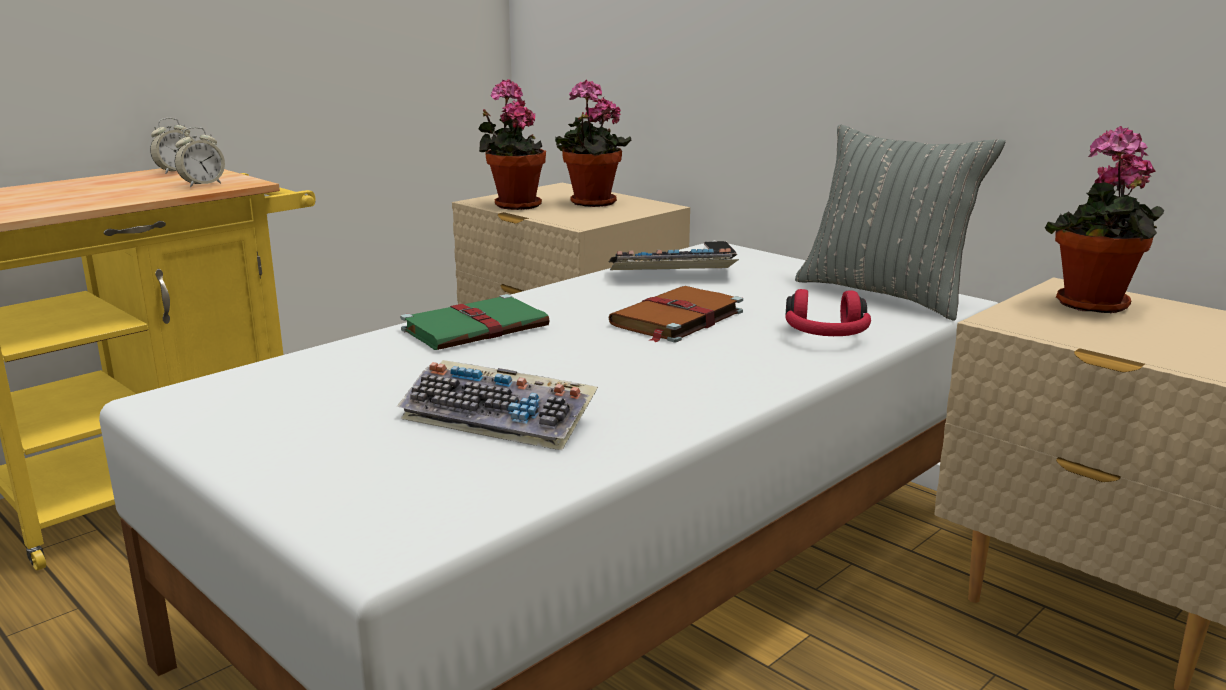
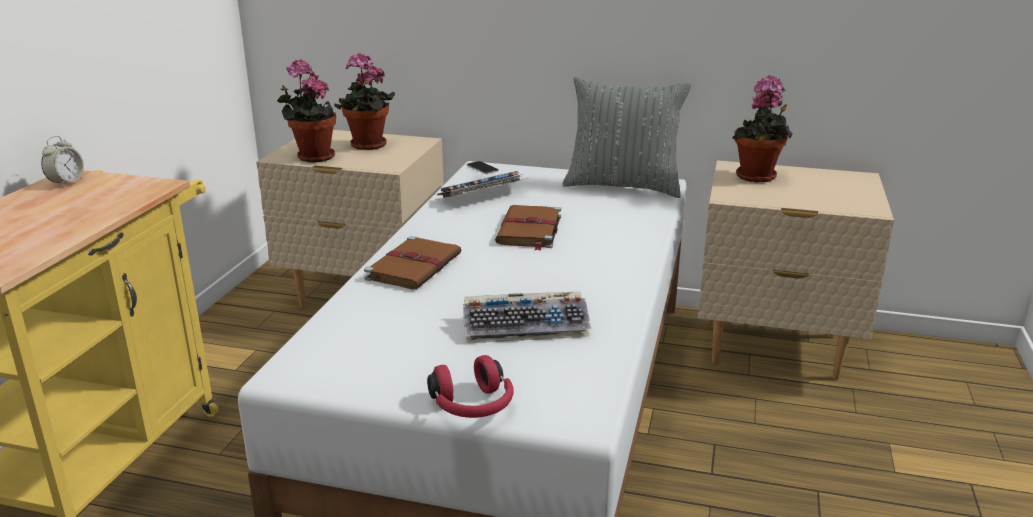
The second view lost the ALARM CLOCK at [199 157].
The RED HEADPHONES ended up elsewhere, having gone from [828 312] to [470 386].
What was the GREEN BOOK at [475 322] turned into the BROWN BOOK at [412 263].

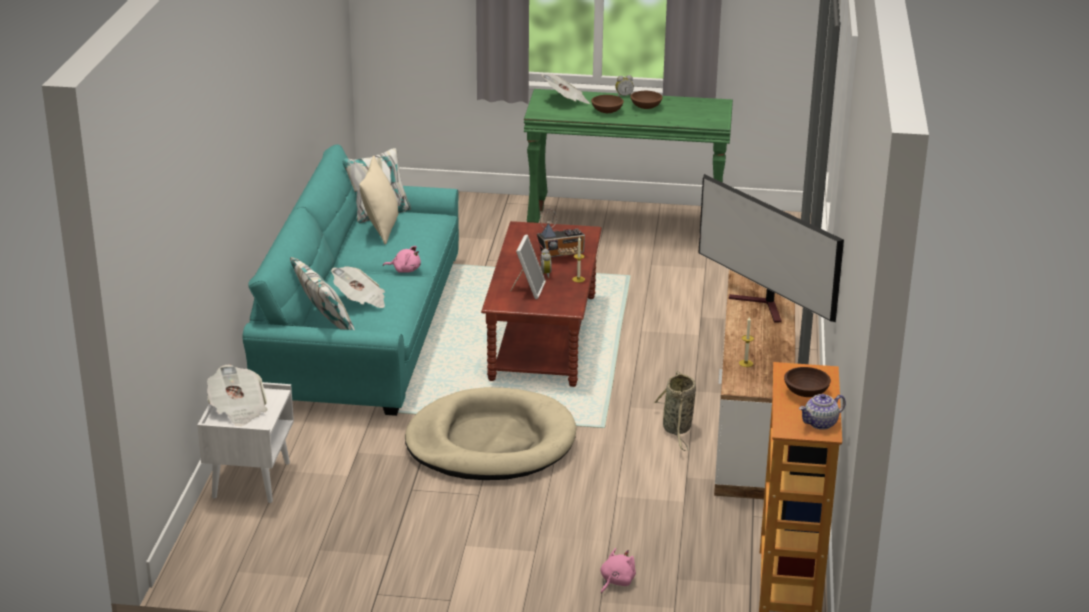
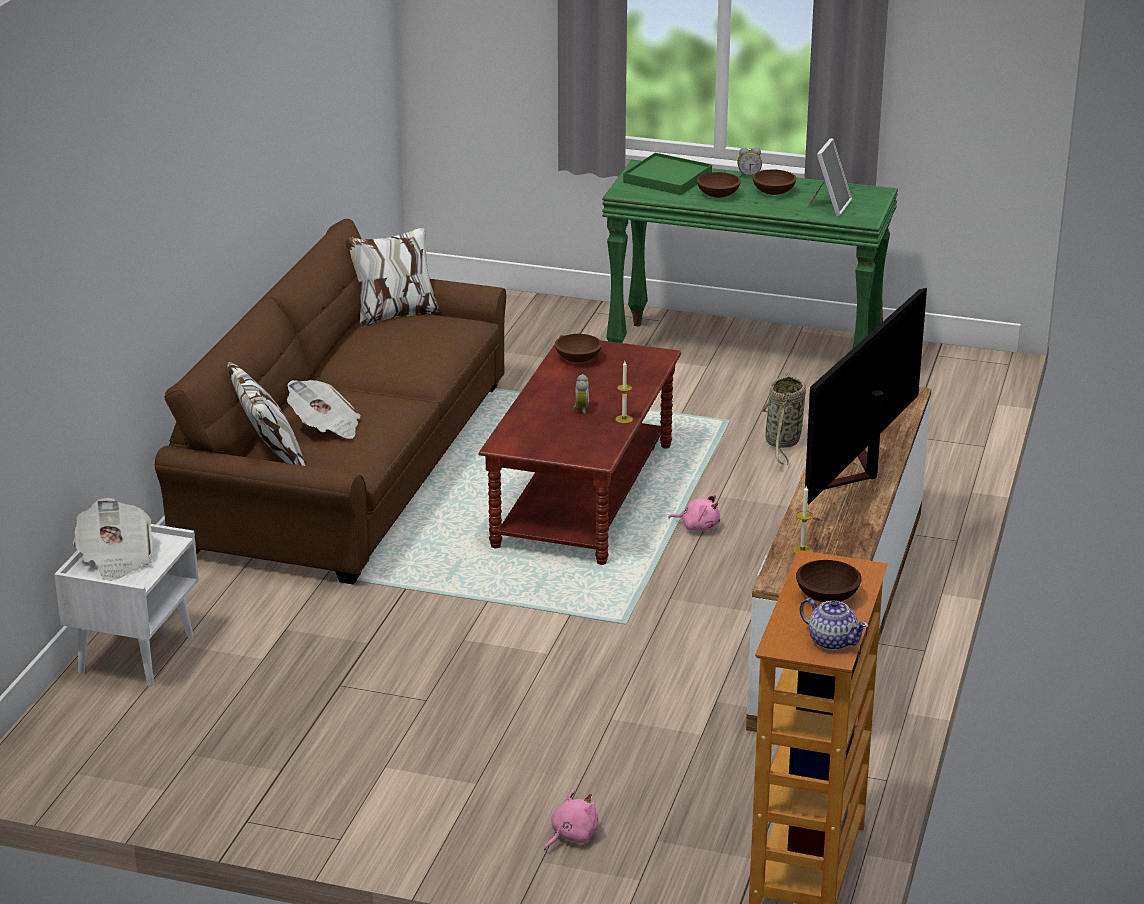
Where the NEWSPAPER stood at [565 89], the GREEN TRAY came to stand at [667 174].
What was the TURQUOISE SOFA at [351 280] turned into the BROWN SOFA at [330 402].
The second view lost the BEIGE PILLOW at [378 200].
The TELEVISION at [771 248] ended up facing another way, 60 degrees clockwise from before.
The second view lost the RADIO at [561 233].
The PICTURE FRAME ended up elsewhere, having gone from [528 266] to [829 177].
The PINK PLUSH TOY ended up elsewhere, having gone from [402 259] to [694 513].
The BASKET ended up elsewhere, having gone from [675 411] to [783 419].
The second view lost the BEIGE DOG BED at [491 433].
The TEAPOT at [822 412] ended up facing another way, 120 degrees counterclockwise from before.
The second view gained the BROWN BOWL at [578 348].

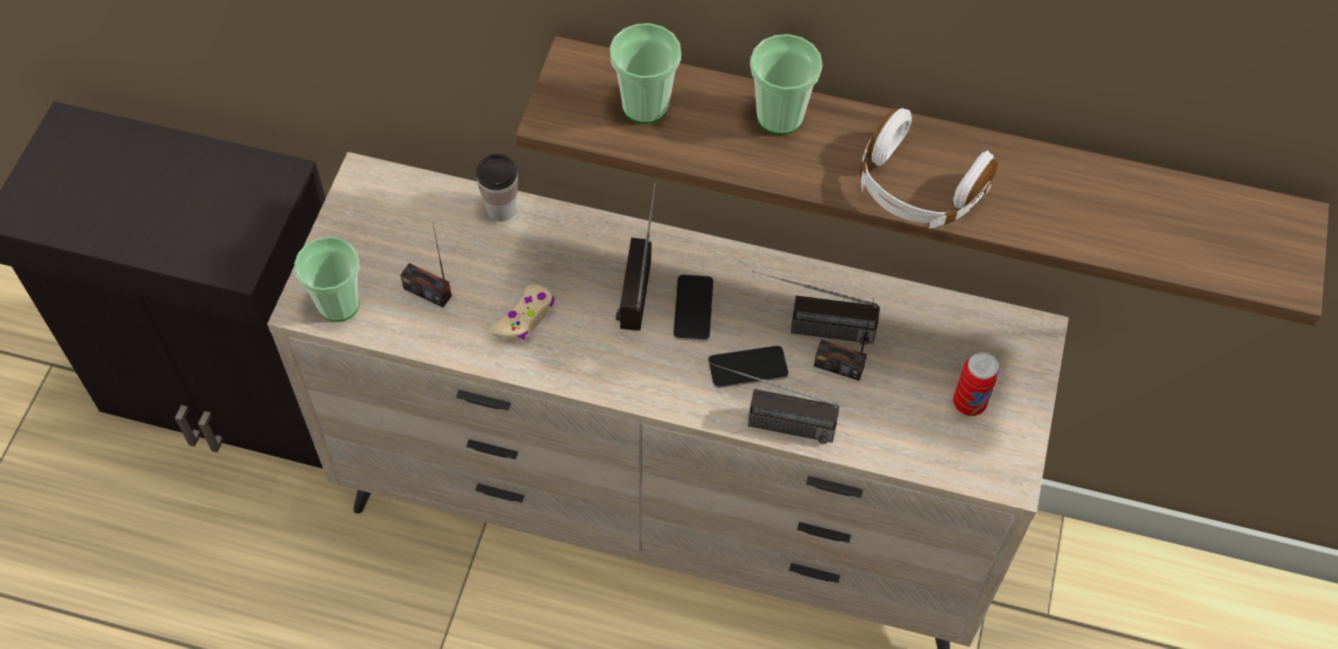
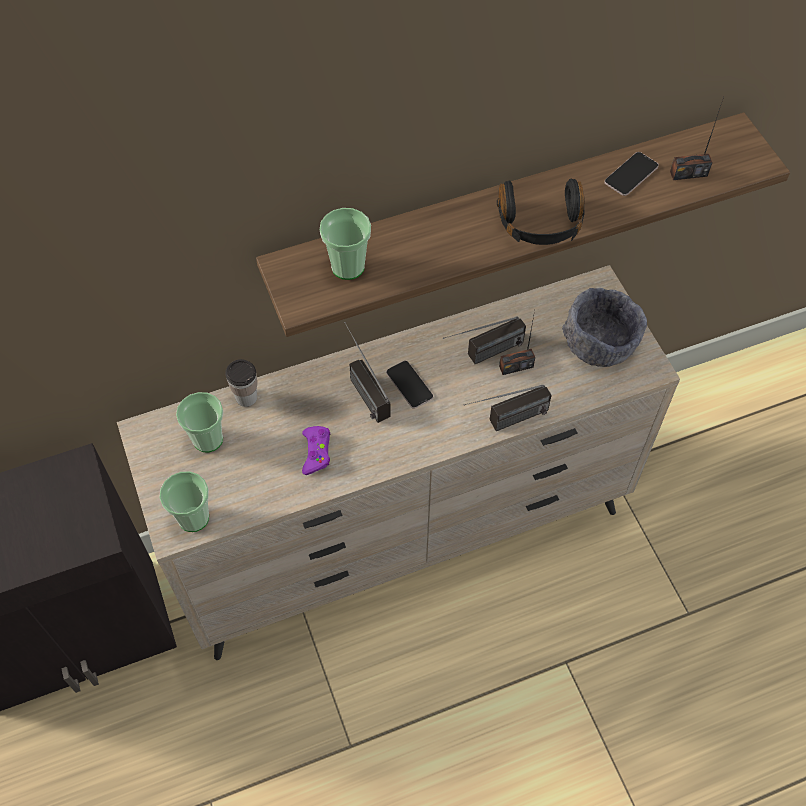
The CUP ended up elsewhere, having gone from [786 84] to [199 422].
What was the WHITE HEADPHONES at [929 168] turned into the BLACK HEADPHONES at [541 211].
The RADIO ended up elsewhere, having gone from [426 266] to [697 138].
What was the BEIGE GAME CONTROLLER at [522 311] turned into the PURPLE GAME CONTROLLER at [316 450].
The PHONE ended up elsewhere, having gone from [748 366] to [631 174].
Where the CAN stood at [976 384], the GREY BOWL came to stand at [604 327].

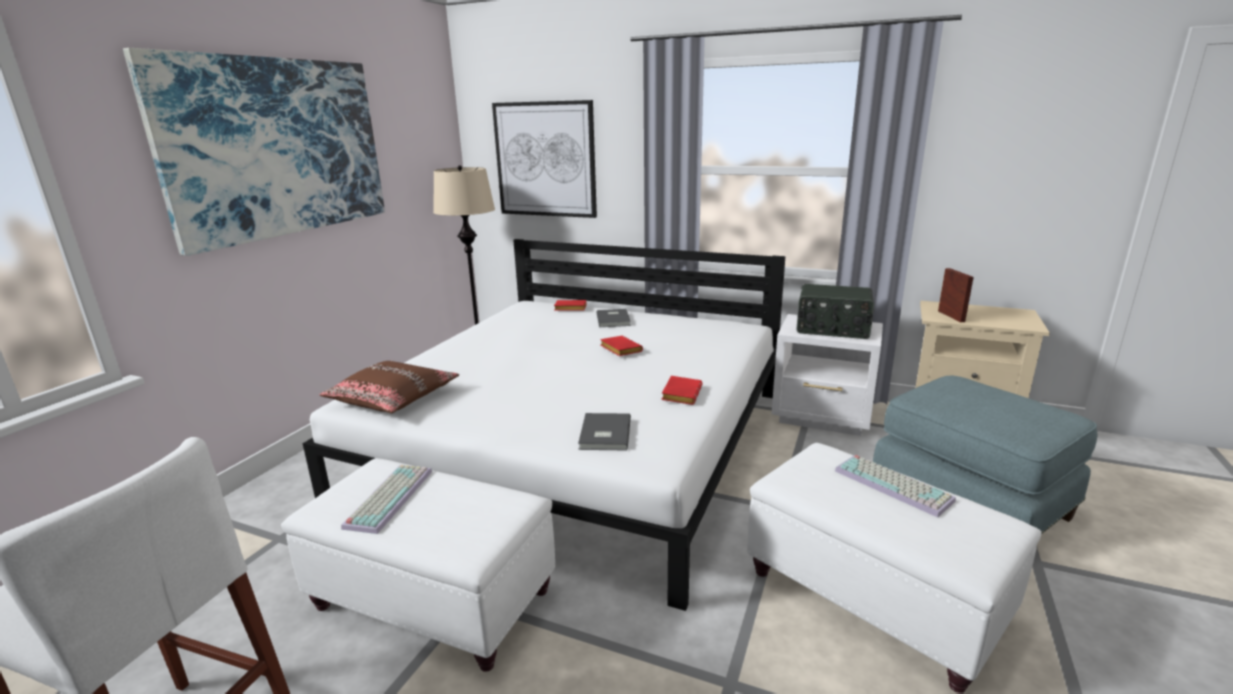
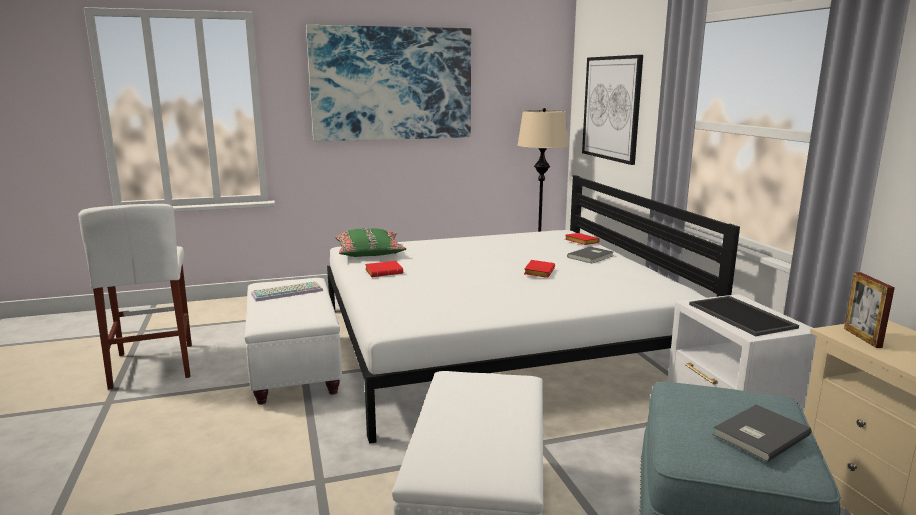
The PICTURE FRAME at [956 295] ended up facing another way, 135 degrees clockwise from before.
Where the RADIO stood at [835 311], the TRAY came to stand at [744 316].
What was the BROWN PILLOW at [389 387] turned into the GREEN PILLOW at [370 242].
The RED BOOK ended up elsewhere, having gone from [681 390] to [384 269].
The GREY BOOK ended up elsewhere, having gone from [604 432] to [762 433].
The second view lost the KEYBOARD at [895 486].

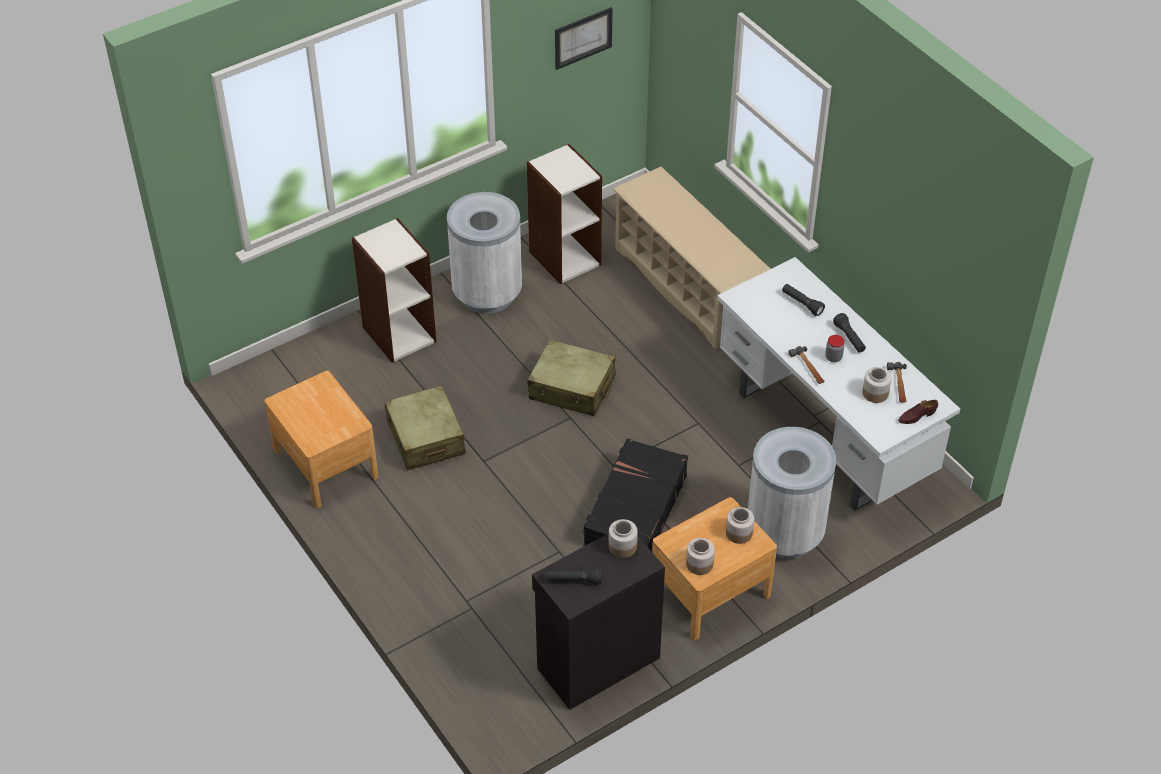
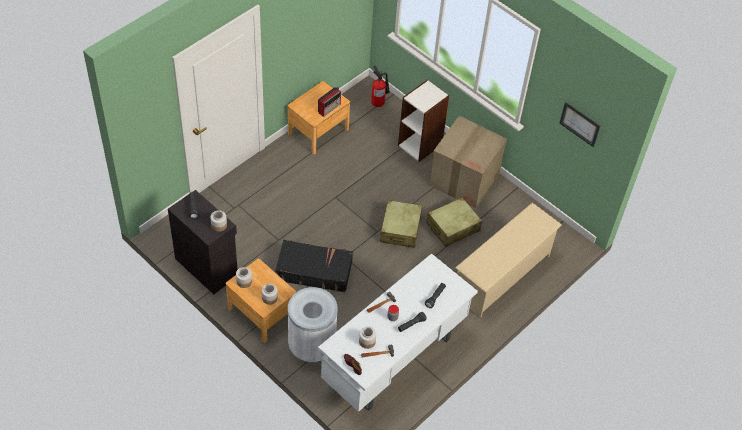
The second view lost the BOOKCASE at [564 214].
Where the WHITE TRASH CAN stood at [484 253], the CARDBOARD BOX came to stand at [468 162].
The BEIGE SUITCASE ended up elsewhere, having gone from [425 427] to [454 222].
The second view gained the FIRE EXTINGUISHER at [380 86].
The second view gained the RADIO at [329 102].

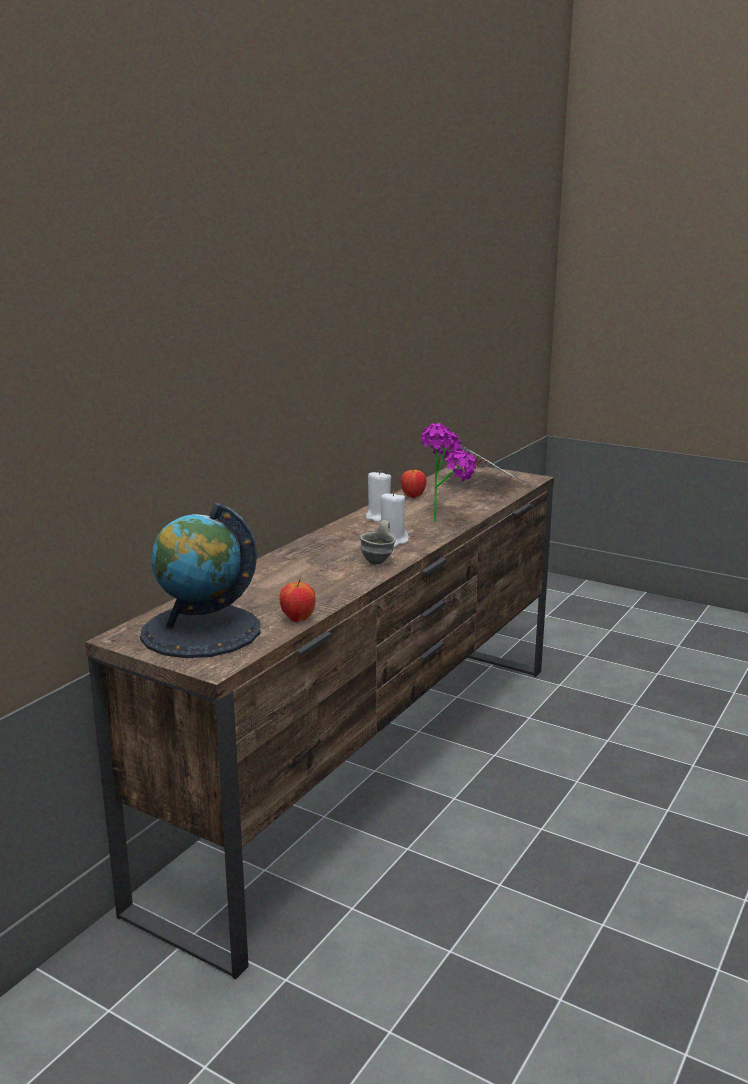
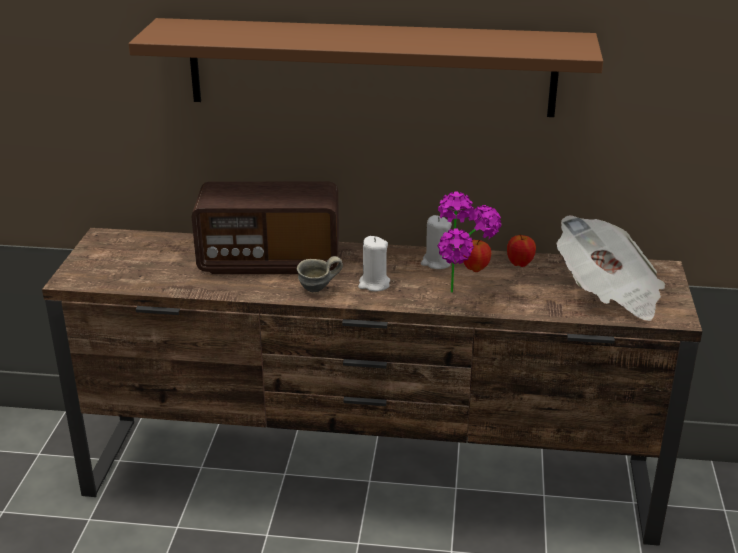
The second view lost the GLOBE at [200 580].
The APPLE ended up elsewhere, having gone from [297 600] to [477 255].
The second view gained the BROWN SHELF at [366 67].
The second view gained the RADIO at [265 228].

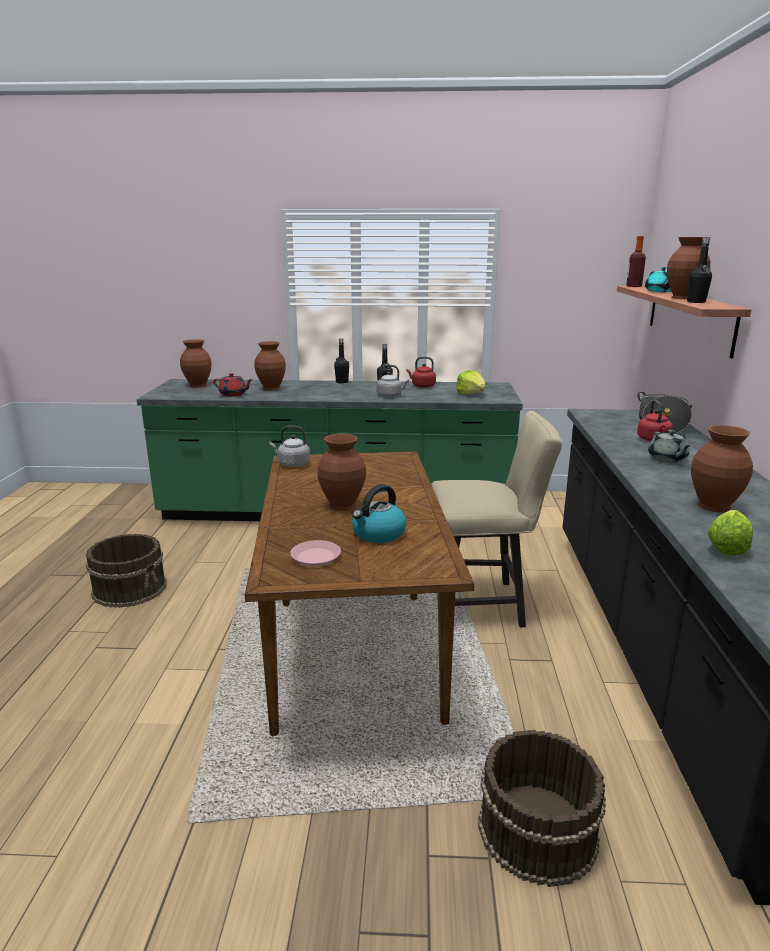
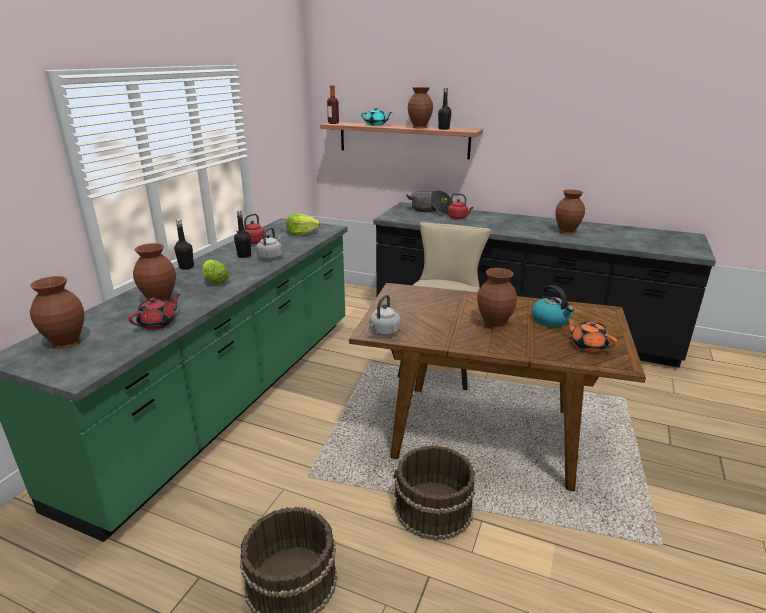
The second view lost the GREY TEAPOT at [669 446].
The LETTUCE ended up elsewhere, having gone from [730 533] to [215 272].
Where the PINK PLATE stood at [315 553], the ORANGE TEAPOT came to stand at [591 334].
The BROWN BUCKET ended up elsewhere, having gone from [542 808] to [434 493].

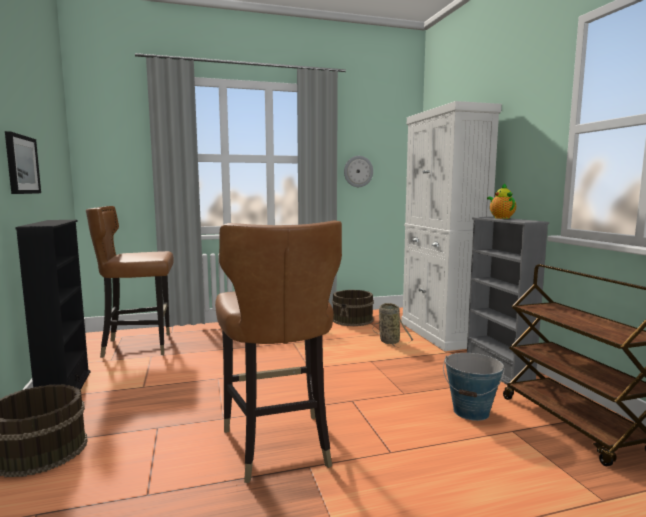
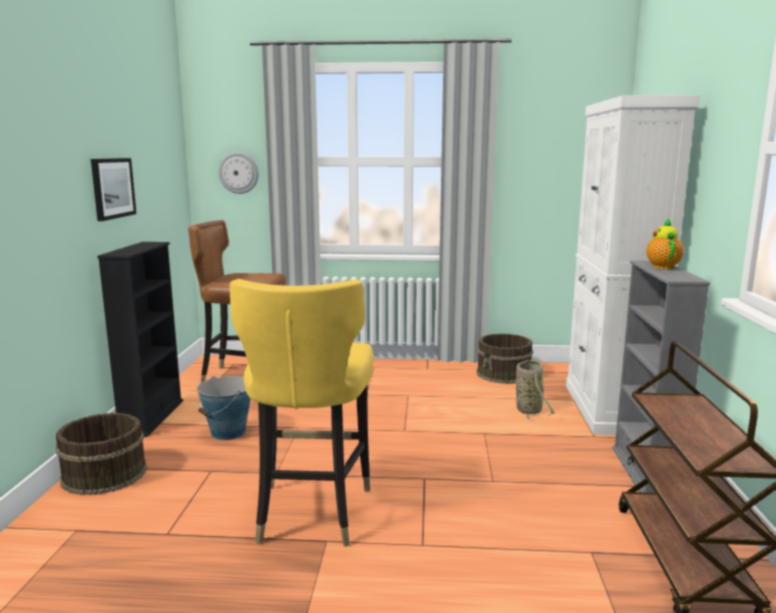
The WALL CLOCK ended up elsewhere, having gone from [358 171] to [238 173].
What was the BROWN CHAIR at [278 351] turned into the YELLOW CHAIR at [301 413].
The BUCKET ended up elsewhere, having gone from [474 387] to [224 408].

